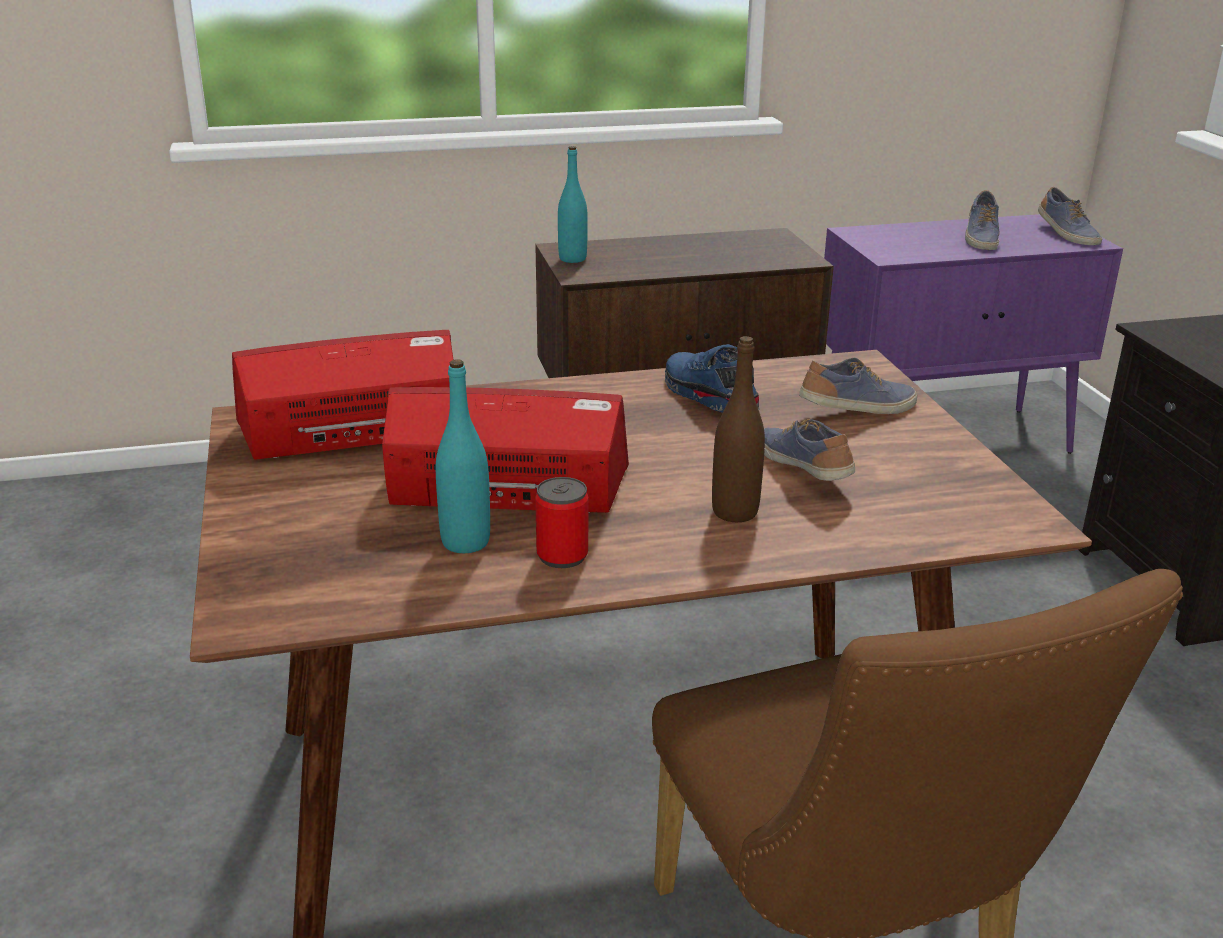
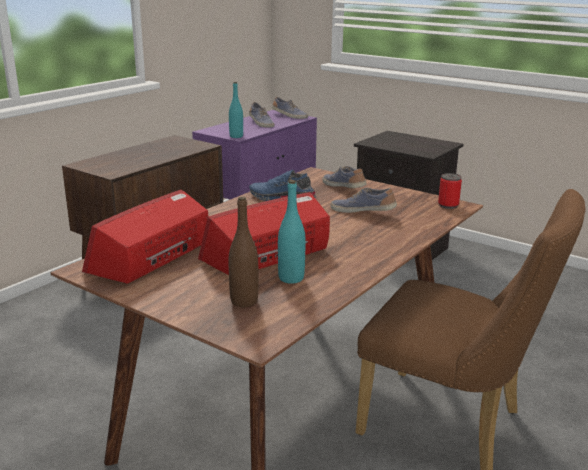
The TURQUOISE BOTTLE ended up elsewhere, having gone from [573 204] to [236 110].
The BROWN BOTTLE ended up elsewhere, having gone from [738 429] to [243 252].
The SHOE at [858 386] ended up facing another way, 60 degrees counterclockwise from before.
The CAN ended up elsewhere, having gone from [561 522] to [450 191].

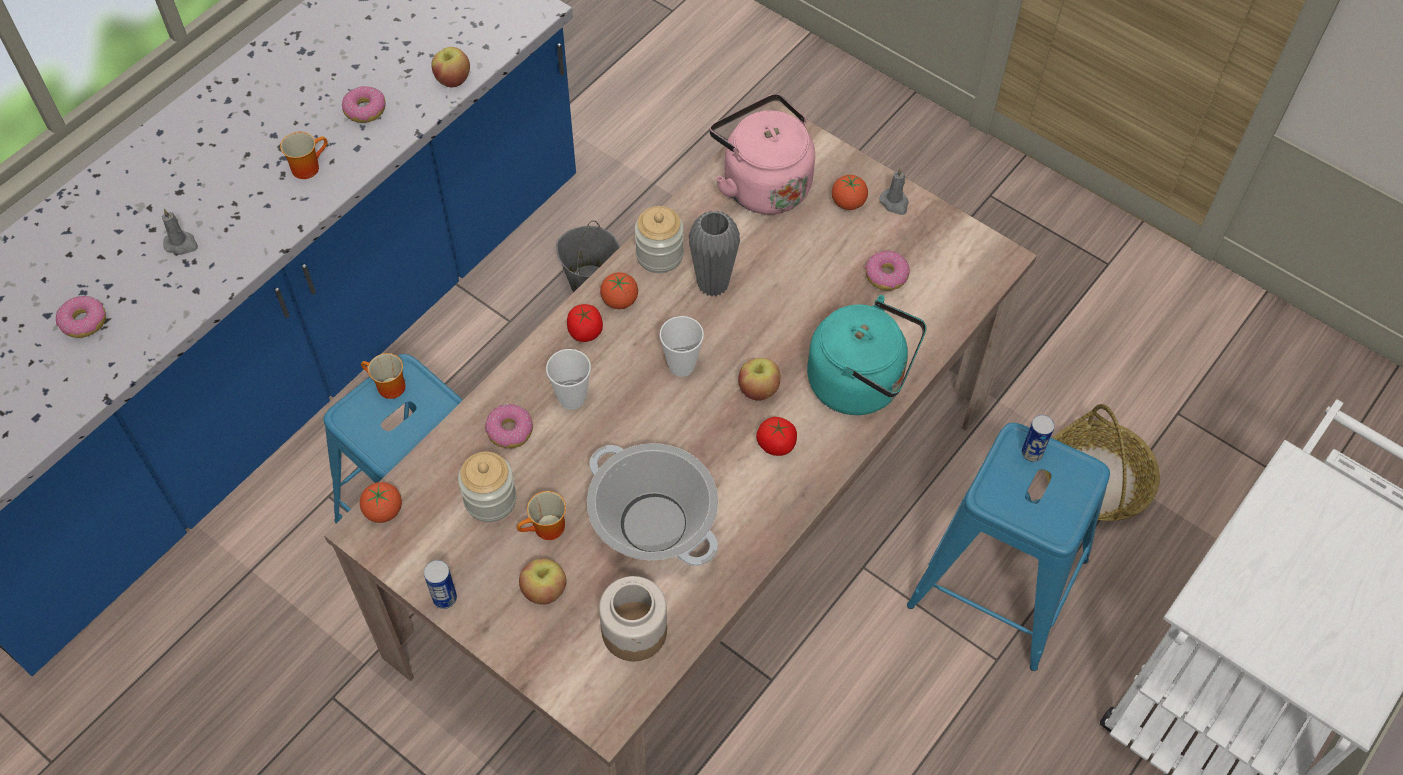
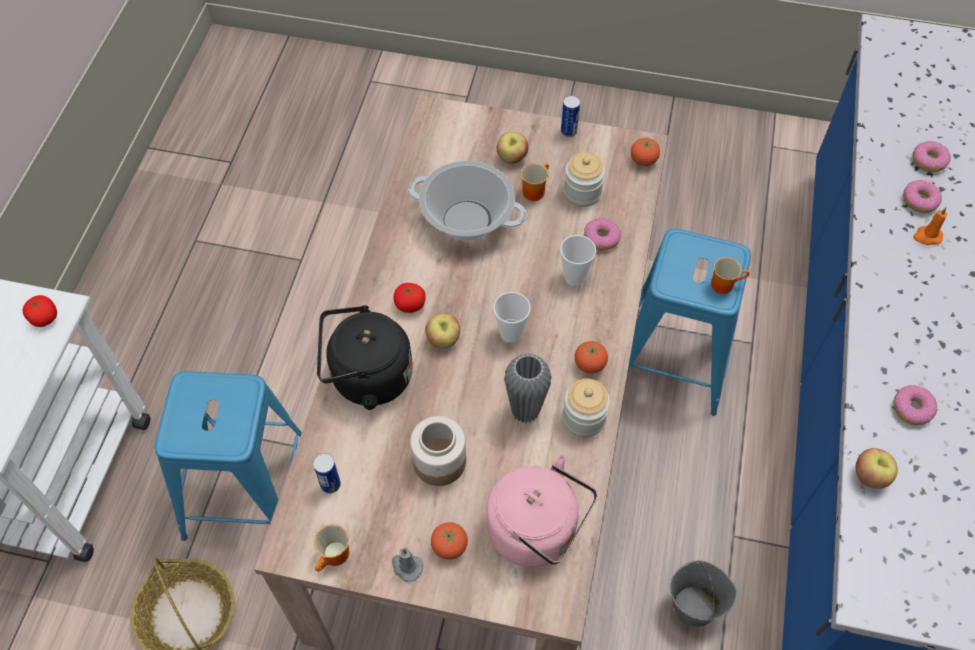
The MUG ended up elsewhere, having gone from [304 155] to [331 548].
What was the GREY CANDLE at [180 232] turned into the ORANGE CANDLE at [930 226].
The DONUT ended up elsewhere, having gone from [887 271] to [922 196].
What was the TURQUOISE KETTLE at [866 355] turned into the BLACK KETTLE at [365 357].
The TOMATO ended up elsewhere, having gone from [585 323] to [40 311].
The CAN ended up elsewhere, having gone from [1038 438] to [327 473].
The JAR ended up elsewhere, having gone from [633 618] to [438 451].

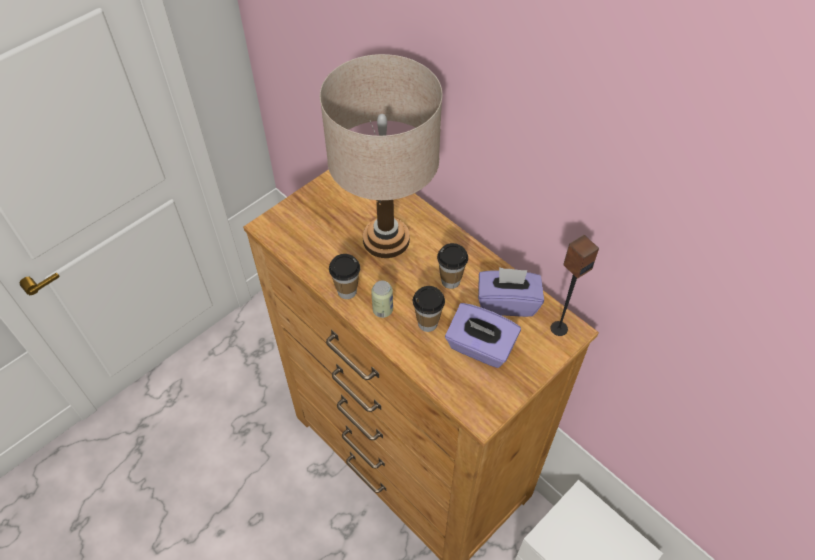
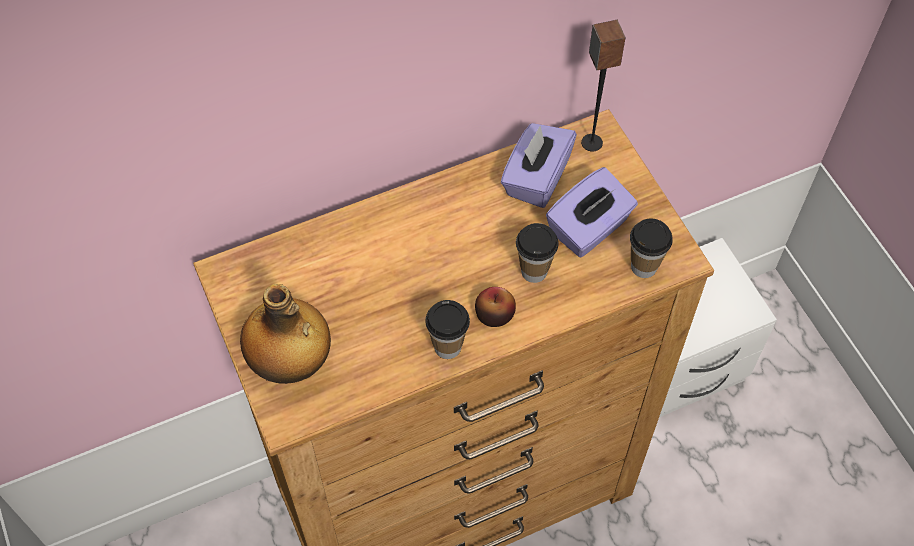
The second view lost the BEIGE TABLE LAMP at [381 156].
The CUP ended up elsewhere, having gone from [452 266] to [651 248].
Where the CAN stood at [382 299], the APPLE came to stand at [495 307].
The second view gained the BOTTLE at [285 334].

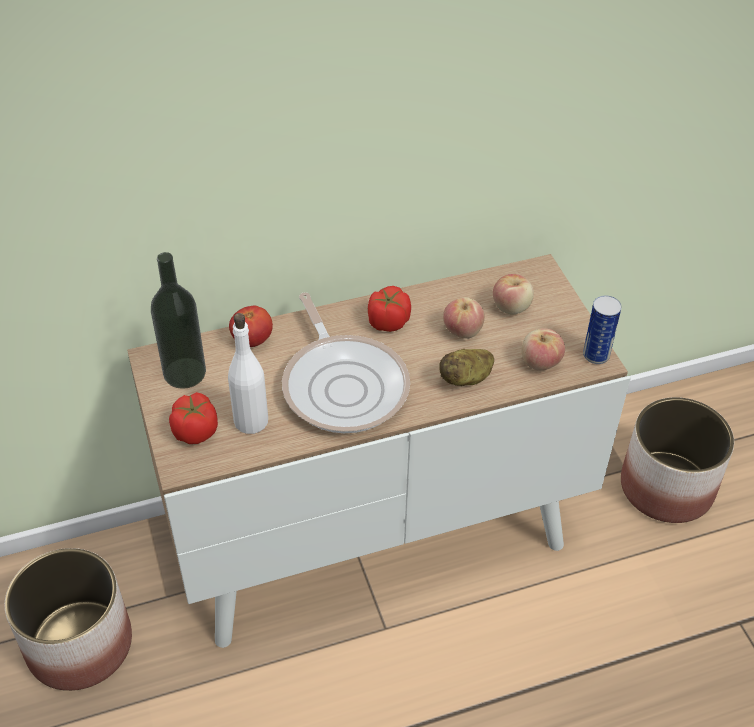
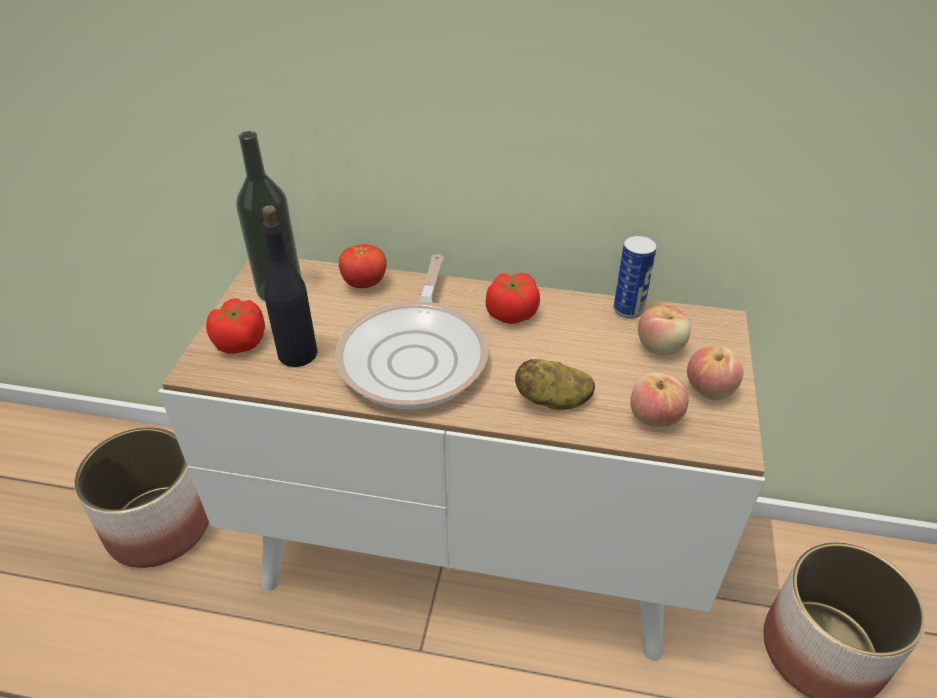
The CAN ended up elsewhere, having gone from [602 330] to [635 277].
The APPLE ended up elsewhere, having gone from [464 318] to [715 373].
What was the WHITE BOTTLE at [248 373] turned into the BLACK BOTTLE at [290 286].

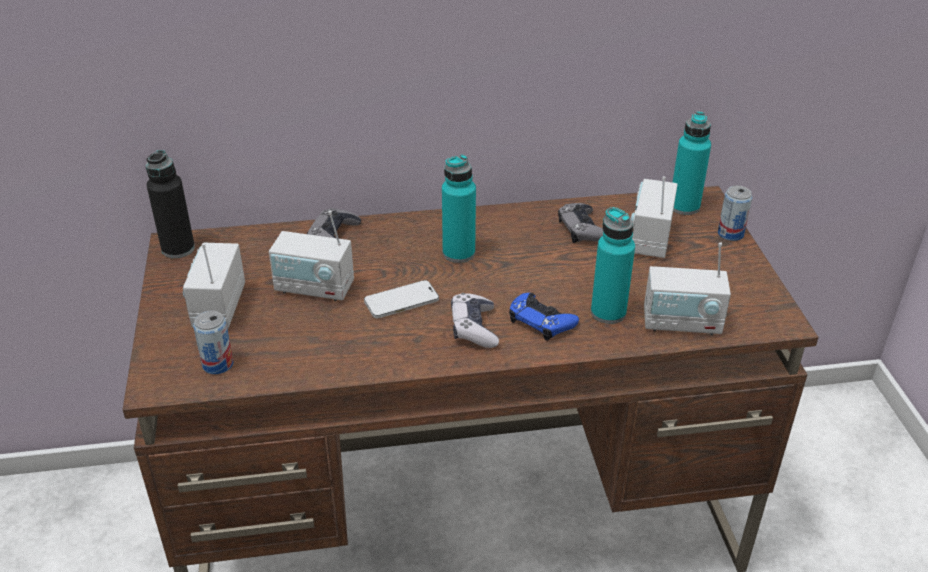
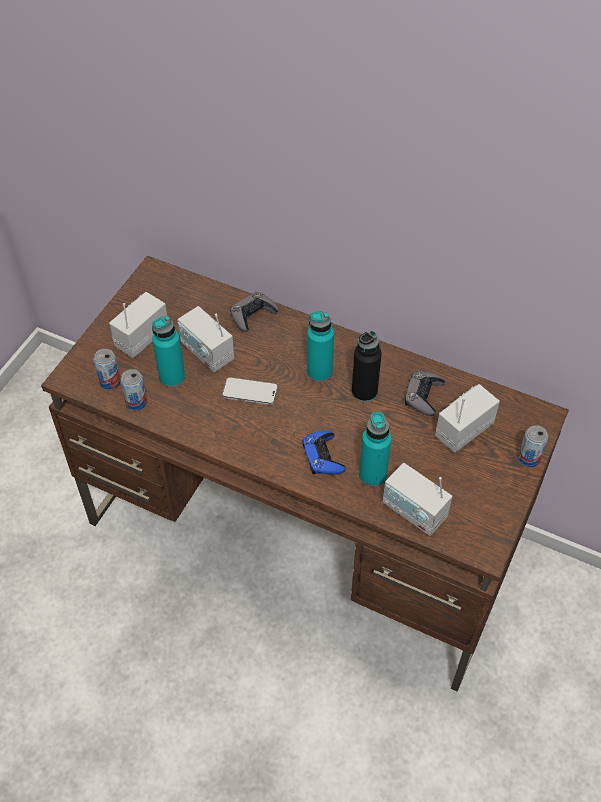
The TURQUOISE BOTTLE ended up elsewhere, having gone from [692 163] to [168 352].
The BLACK BOTTLE ended up elsewhere, having gone from [170 204] to [367 367].
The second view lost the GAME CONTROLLER at [475 320].
The second view gained the CAN at [133 390].

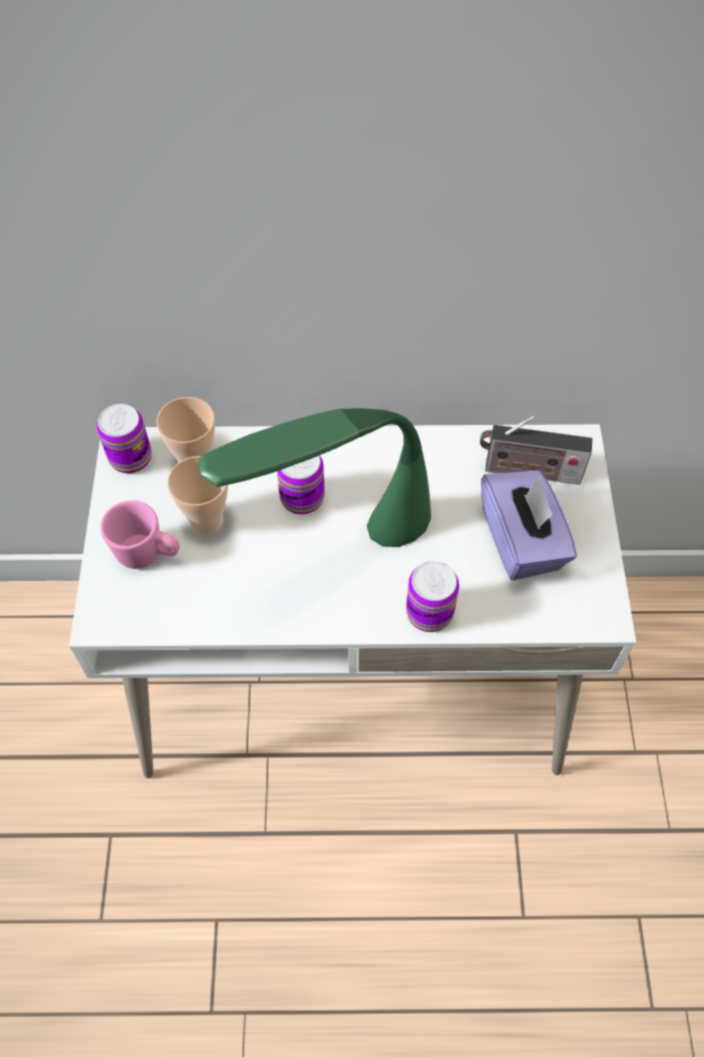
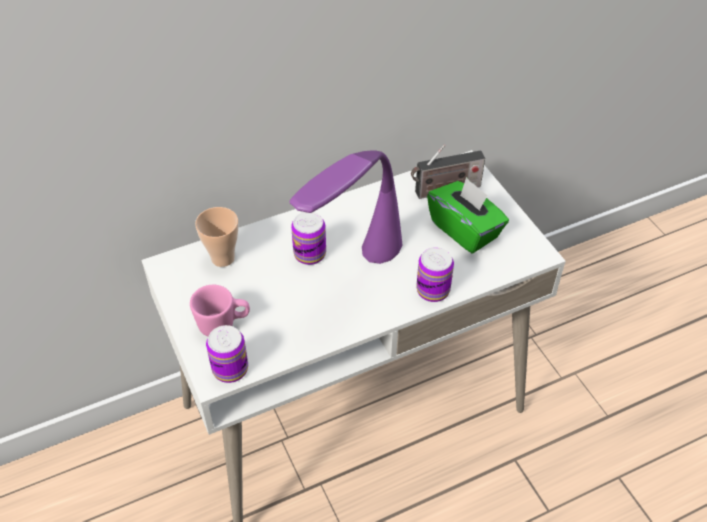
The CAN ended up elsewhere, having gone from [124 438] to [227 354].
What was the GREEN TABLE LAMP at [314 477] turned into the PURPLE TABLE LAMP at [346 207].
The second view lost the CUP at [197 495].
What was the PURPLE TISSUE BOX at [529 525] turned into the GREEN TISSUE BOX at [468 215].

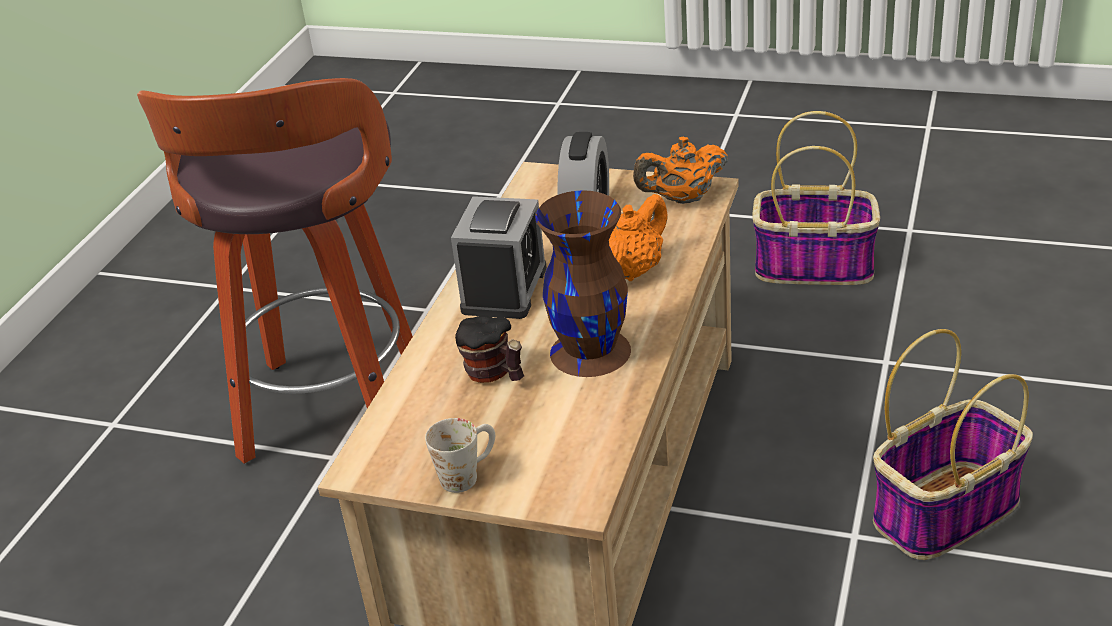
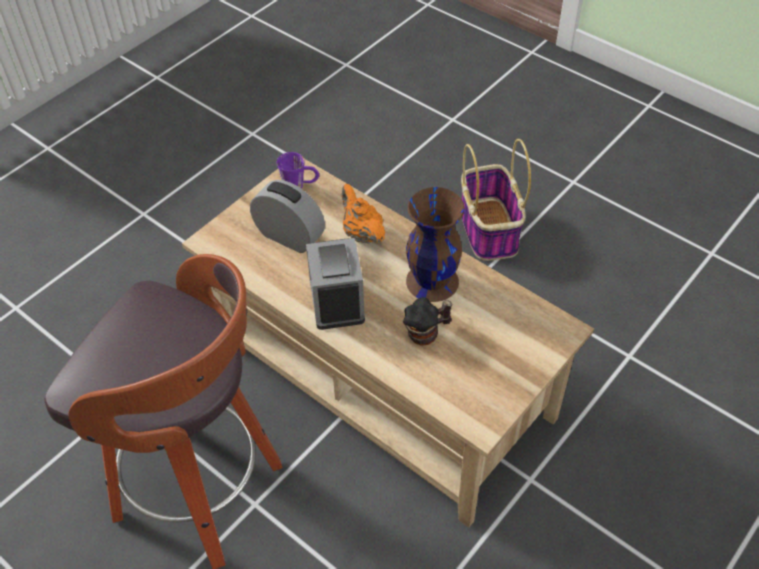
The second view lost the BASKET at [816 198].
Where the ORANGE TEAPOT stood at [680 170], the PURPLE MUG came to stand at [298 170].
The ALARM CLOCK at [499 257] ended up facing another way, 135 degrees counterclockwise from before.
The second view lost the WHITE MUG at [460 455].

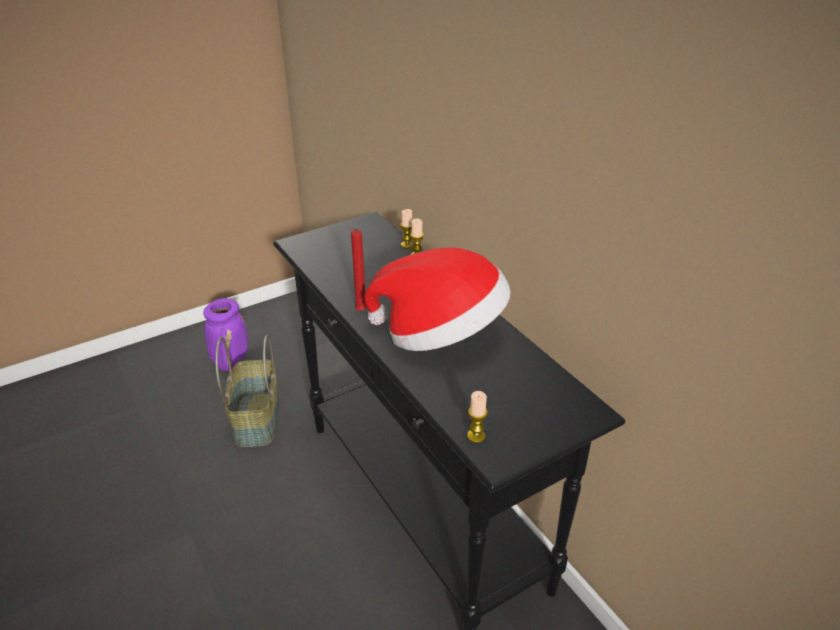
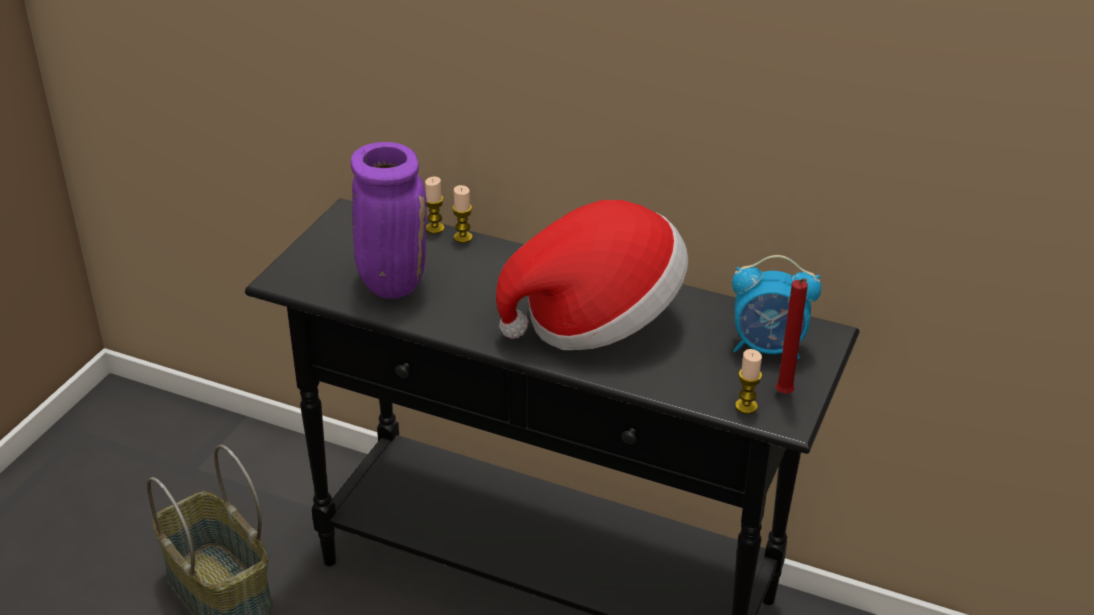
The RED CANDLE ended up elsewhere, having gone from [358 269] to [792 336].
The PURPLE VASE ended up elsewhere, having gone from [225 334] to [389 220].
The second view gained the ALARM CLOCK at [776 307].

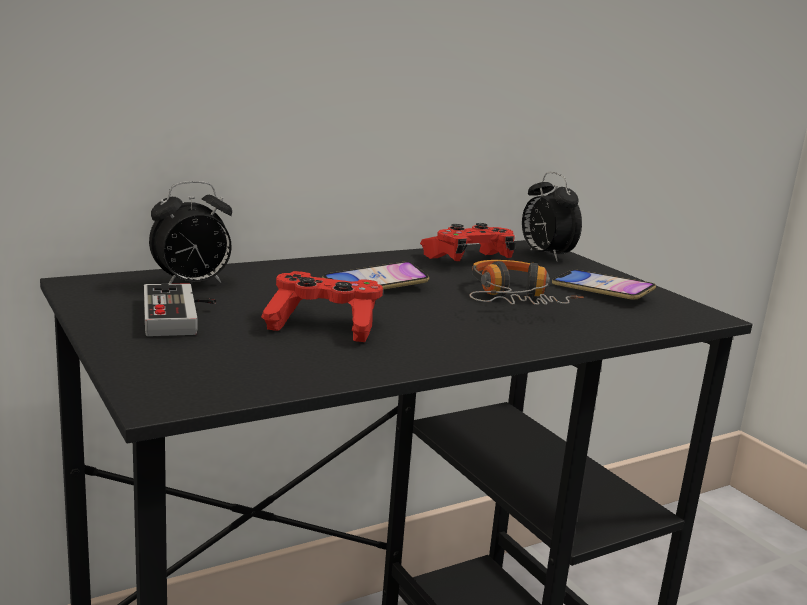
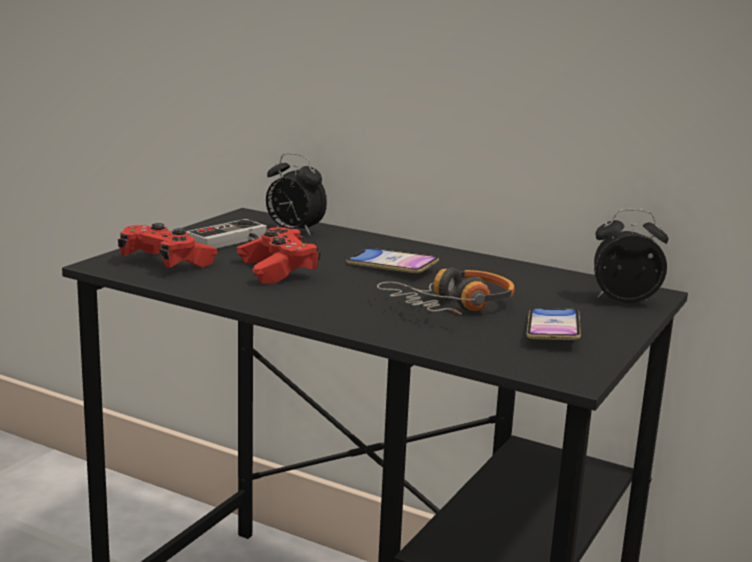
The ALARM CLOCK at [552 217] ended up facing another way, 60 degrees clockwise from before.
The RED GAME CONTROLLER ended up elsewhere, having gone from [467 242] to [168 245].

